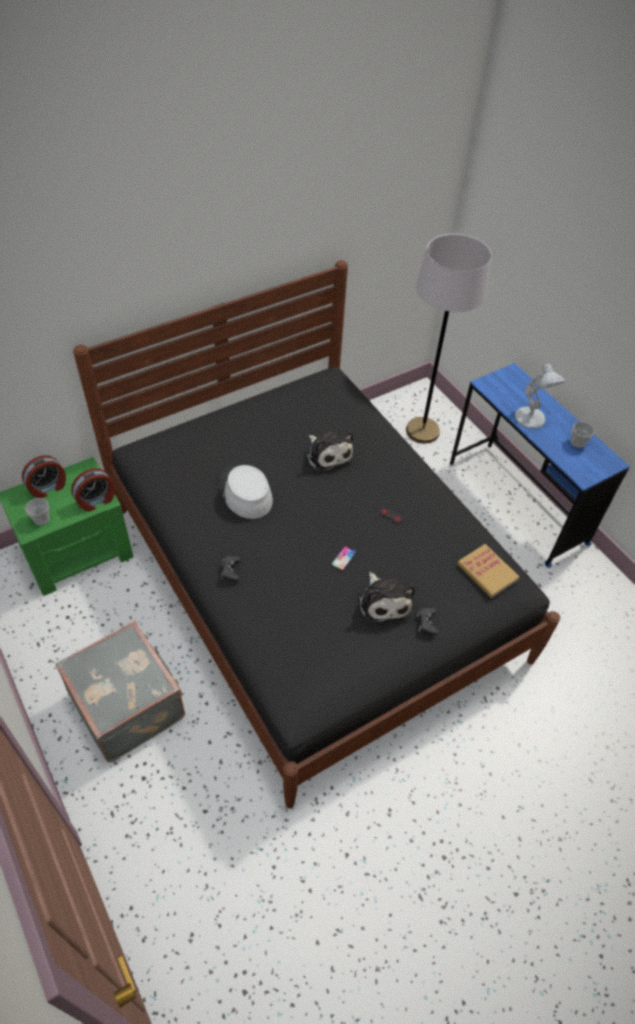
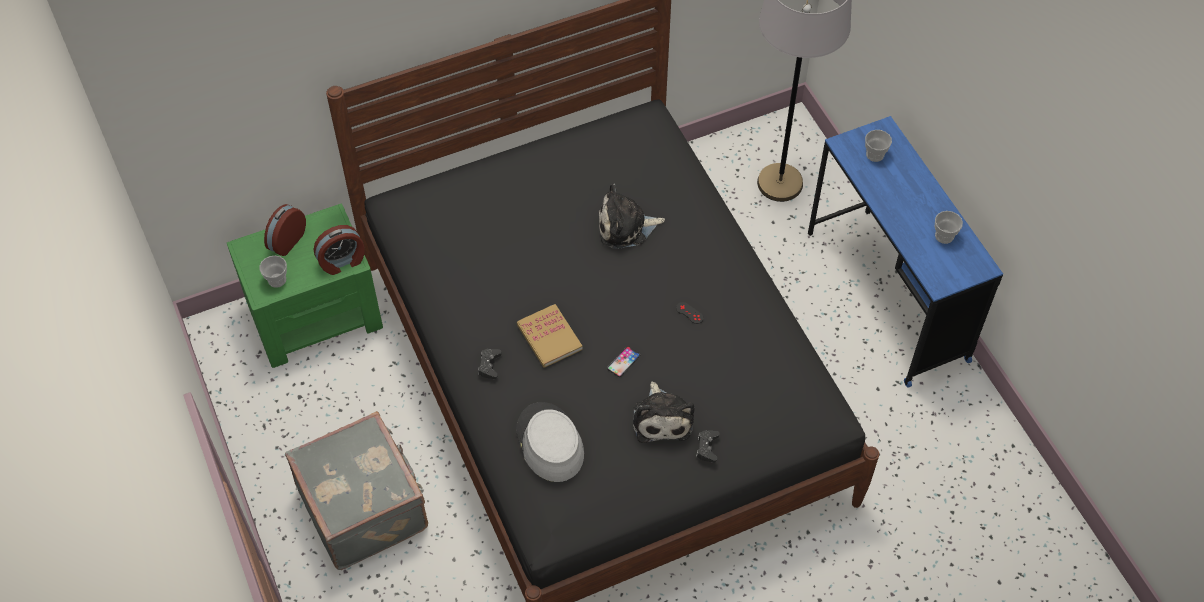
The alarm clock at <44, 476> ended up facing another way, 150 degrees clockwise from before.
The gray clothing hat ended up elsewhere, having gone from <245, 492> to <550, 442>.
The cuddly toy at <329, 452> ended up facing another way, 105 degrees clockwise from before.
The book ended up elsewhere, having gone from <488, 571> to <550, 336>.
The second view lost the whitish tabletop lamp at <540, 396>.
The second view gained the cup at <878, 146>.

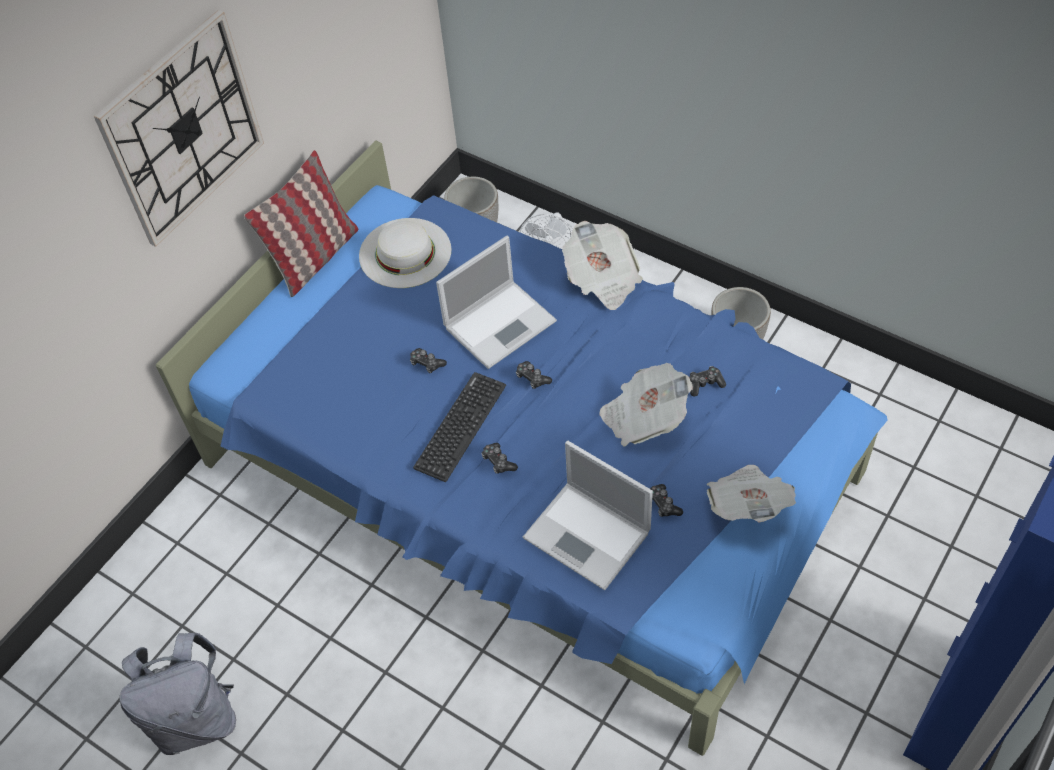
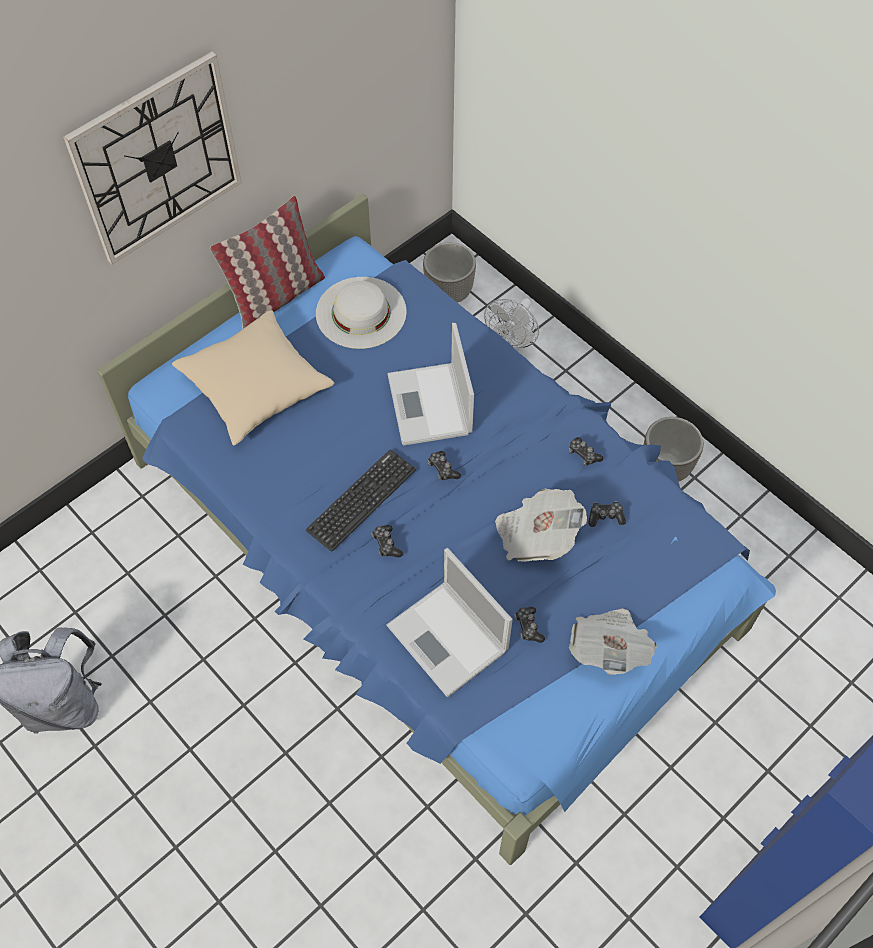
The game controller ended up elsewhere, having gone from <428, 360> to <586, 451>.
The notebook computer at <496, 302> ended up facing another way, 105 degrees clockwise from before.
The second view lost the newspaper at <602, 265>.
The second view gained the sand-coloured cushion at <253, 377>.

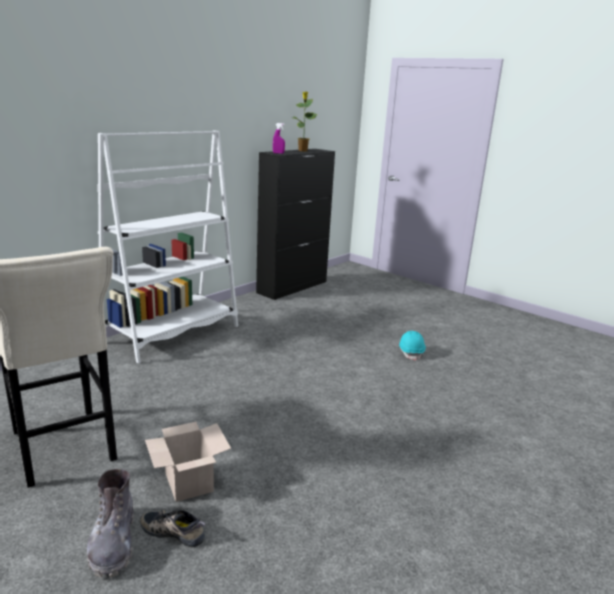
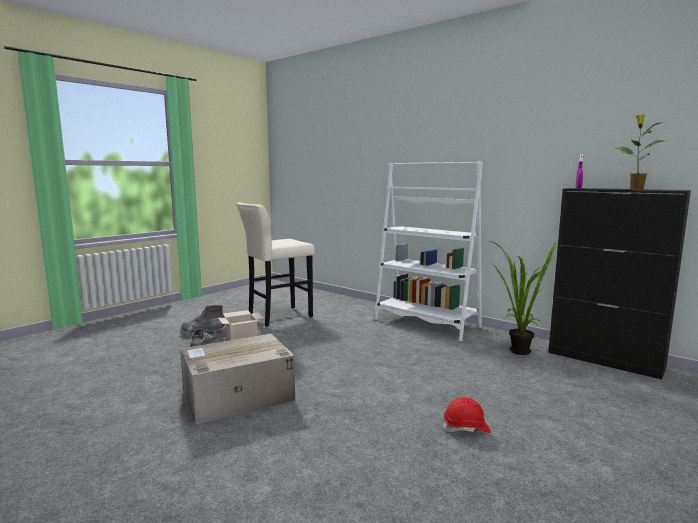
What was the blue-green safety helmet at <412, 346> turned into the reddish safety helmet at <467, 415>.
The second view gained the cardboard box at <237, 379>.
The second view gained the plant in a pot at <523, 298>.

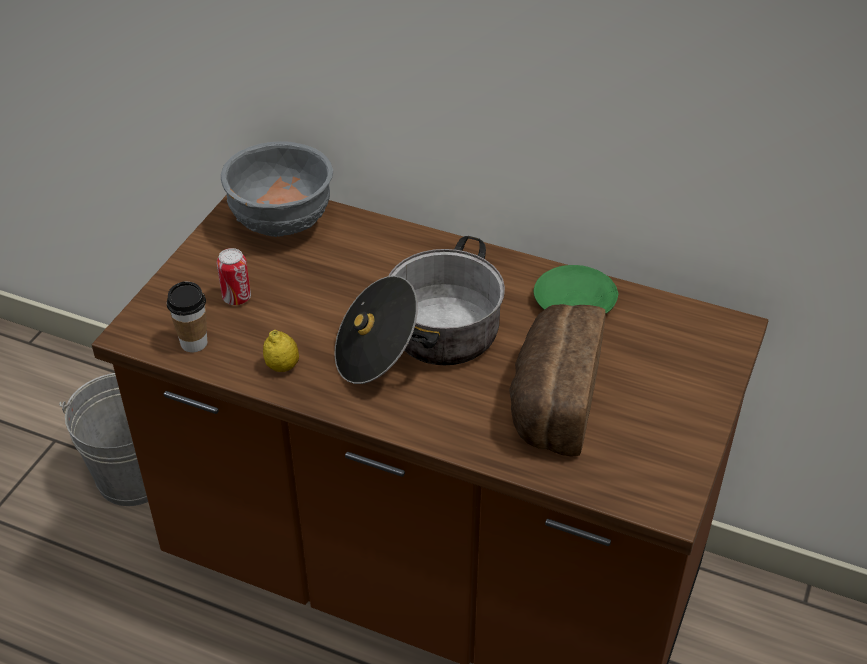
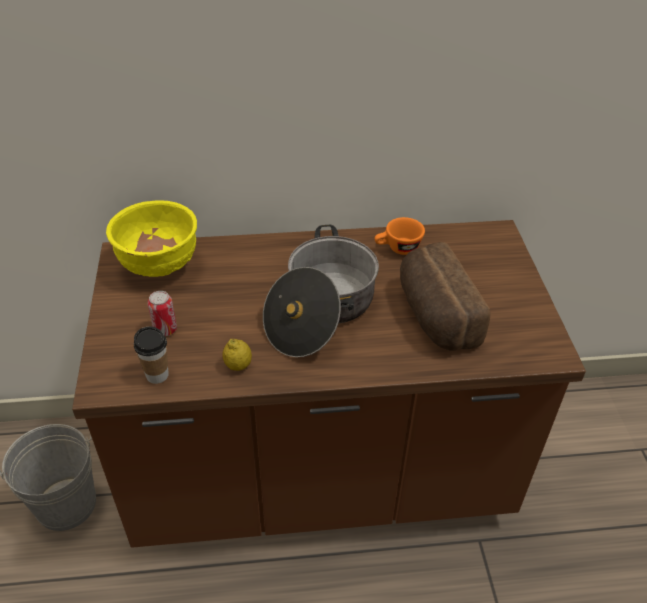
What was the gray deep dish at <277, 189> turned into the yellowish deep dish at <151, 238>.
Where the green-coloured flat dish stood at <576, 289>, the orange-coloured cup came to stand at <400, 236>.

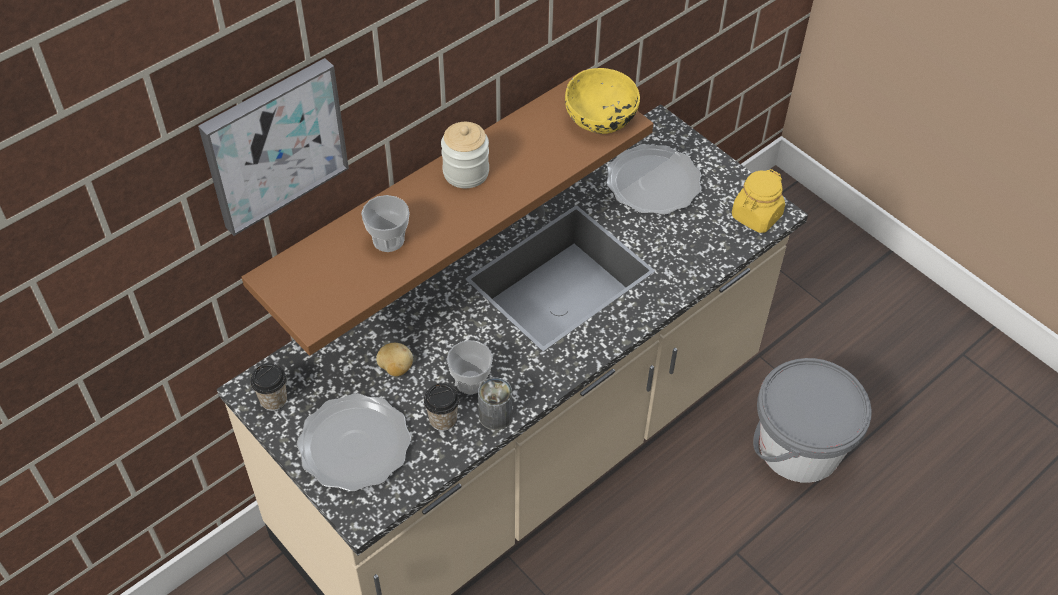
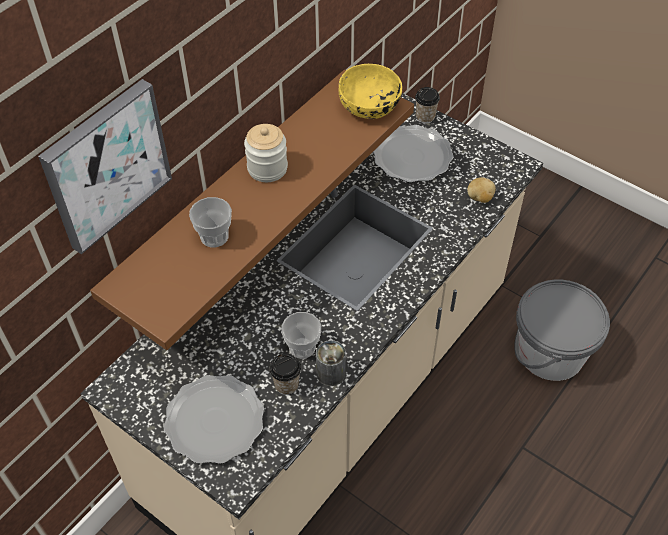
The cup ended up elsewhere, having gone from <268, 387> to <427, 105>.
The spud ended up elsewhere, having gone from <394, 359> to <481, 190>.
The second view lost the yellowish jar at <758, 201>.

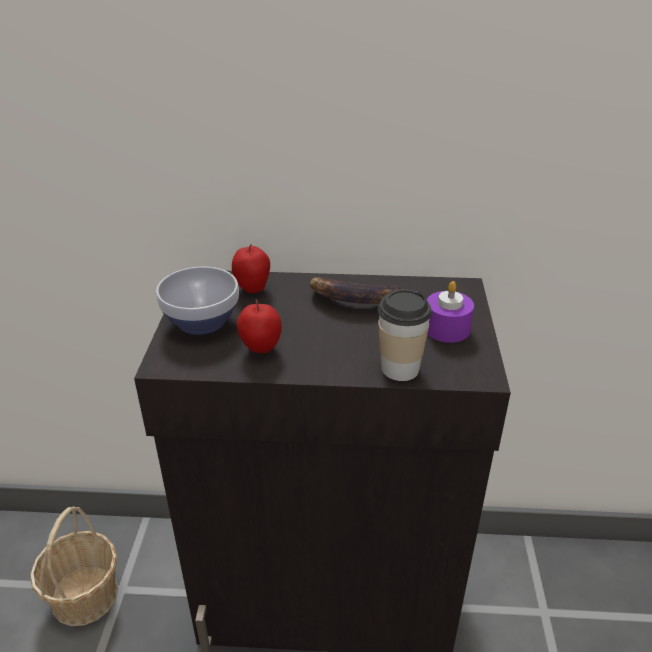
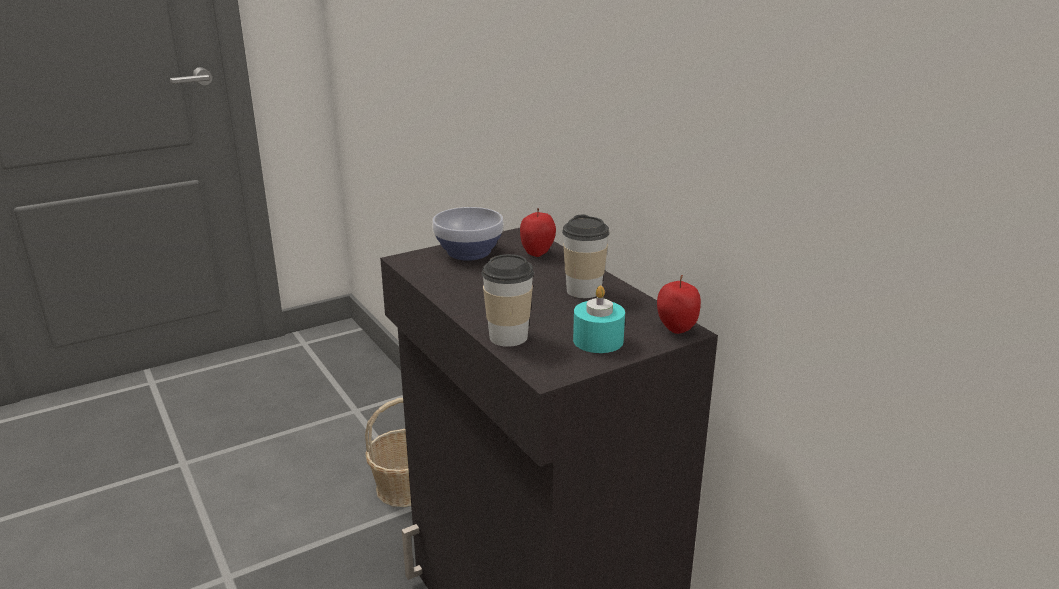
The apple ended up elsewhere, having gone from <259, 326> to <679, 304>.
Where the whole banana stood at <356, 290>, the cup came to stand at <585, 256>.
What was the purplish candle at <450, 312> turned into the blue-green candle at <599, 319>.

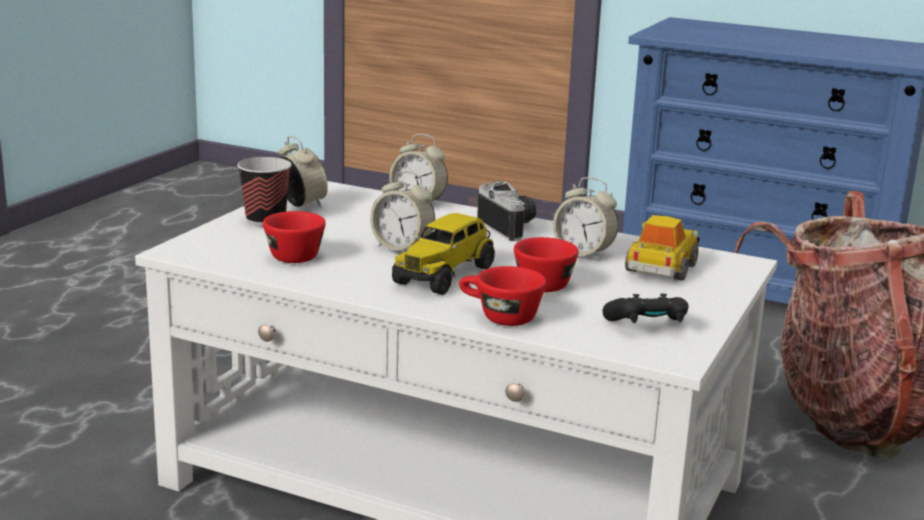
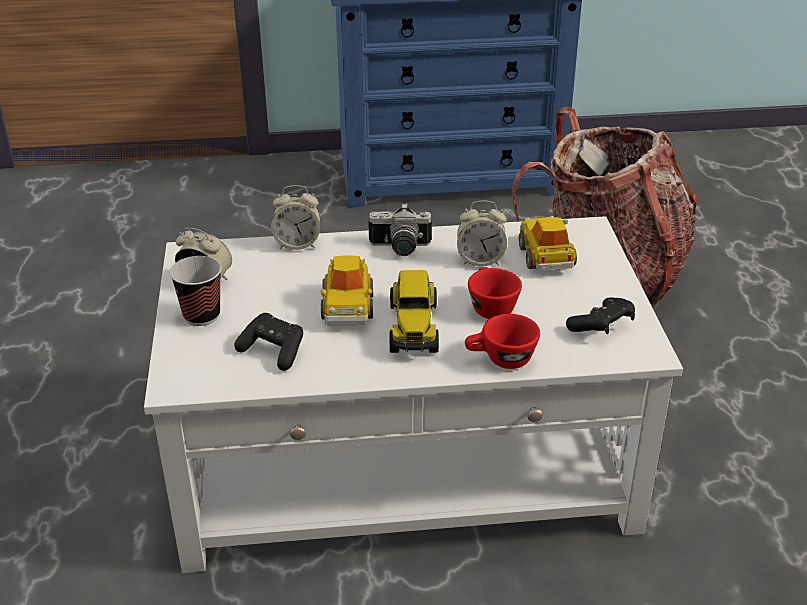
Where the reddish cup stood at <294, 237>, the black-coloured game controller came to stand at <268, 342>.
Where the alarm clock stood at <402, 210>, the miniature car came to stand at <346, 290>.
The photo camera at <506, 210> ended up facing another way, 150 degrees clockwise from before.

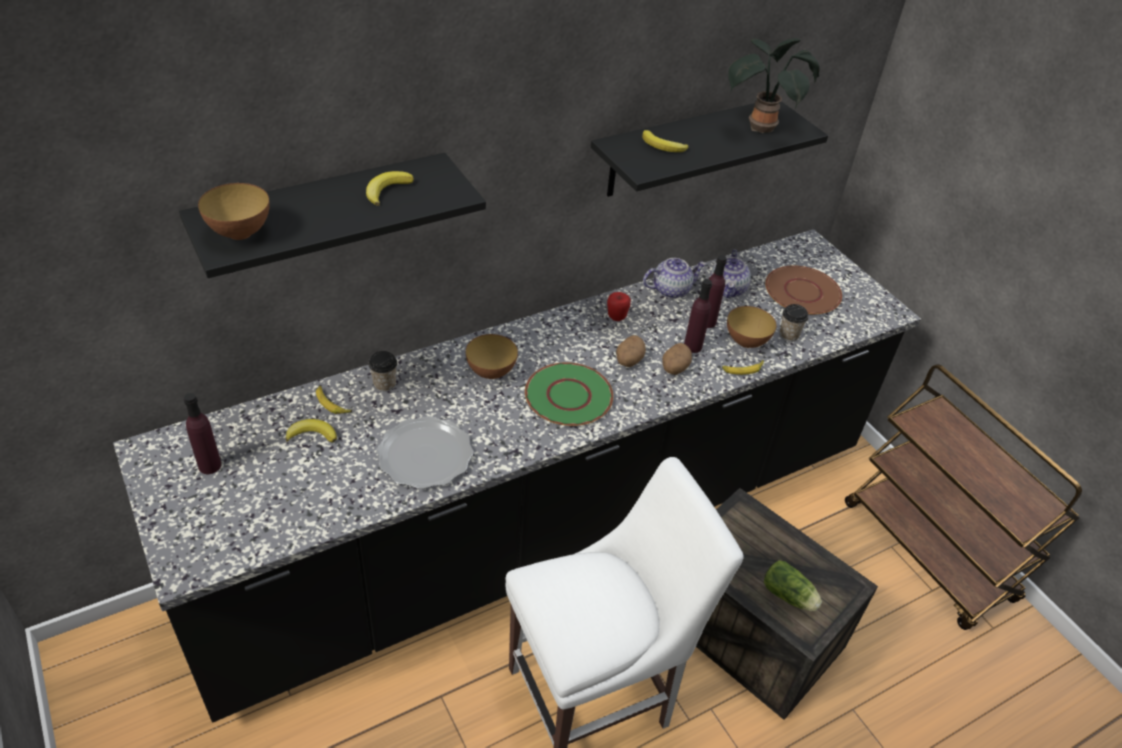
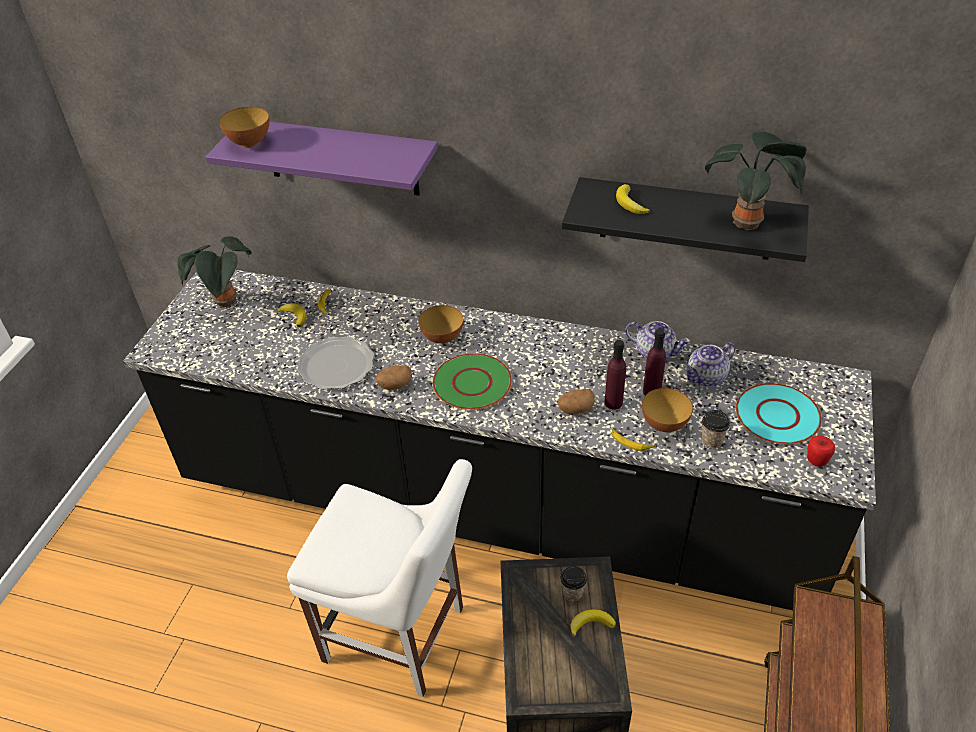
What was the black-coloured shelf at <332, 215> turned into the purplish shelf at <321, 159>.
Where the purplish drink bottle stood at <202, 433>, the plant in a pot came to stand at <215, 271>.
The whole banana ended up elsewhere, having gone from <390, 188> to <593, 623>.
The cup ended up elsewhere, having gone from <383, 371> to <574, 584>.
The apple ended up elsewhere, having gone from <619, 306> to <821, 450>.
The spud ended up elsewhere, having gone from <631, 351> to <393, 377>.
The second view lost the head of lettuce at <793, 586>.
What was the brown-coloured flat dish at <803, 290> turned into the blue-green flat dish at <779, 413>.

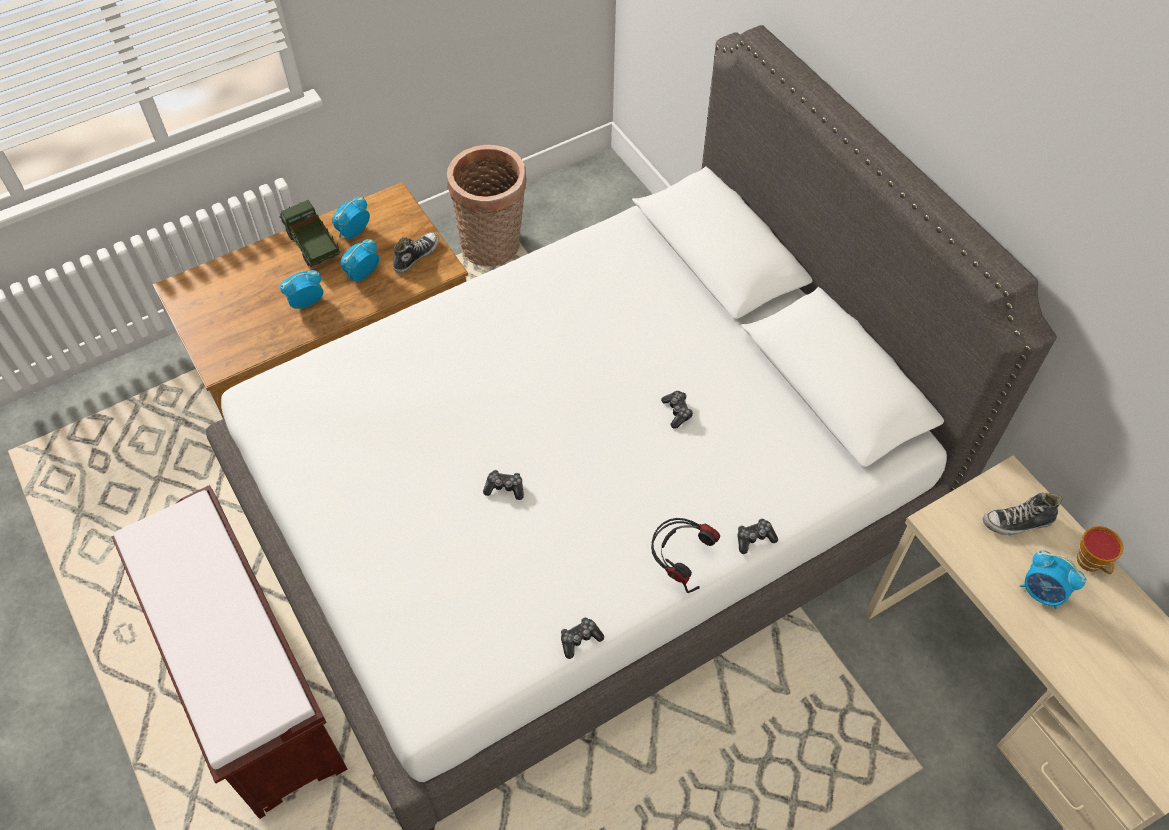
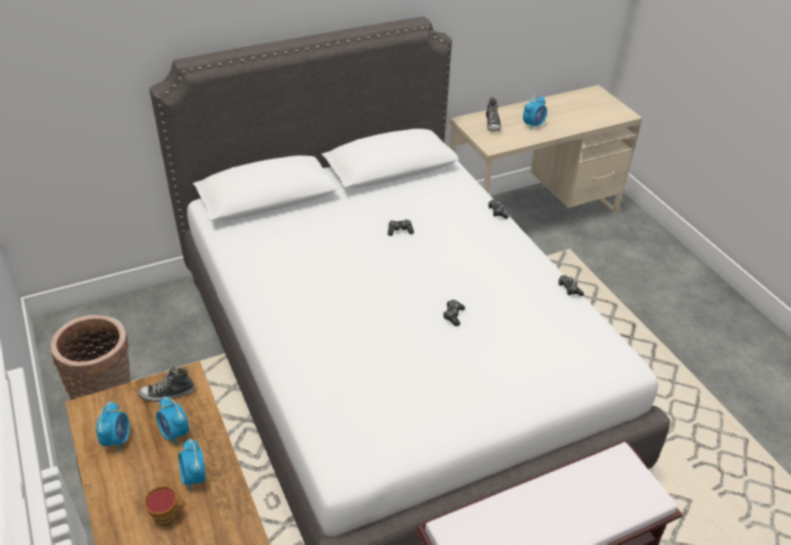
The second view lost the toy truck at <310, 233>.
The alarm clock at <351, 218> ended up facing another way, 135 degrees counterclockwise from before.
The item of footwear at <416, 252> ended up facing another way, 60 degrees counterclockwise from before.
The second view lost the pair of headphones at <685, 555>.
The cup ended up elsewhere, having gone from <1100, 550> to <164, 506>.

